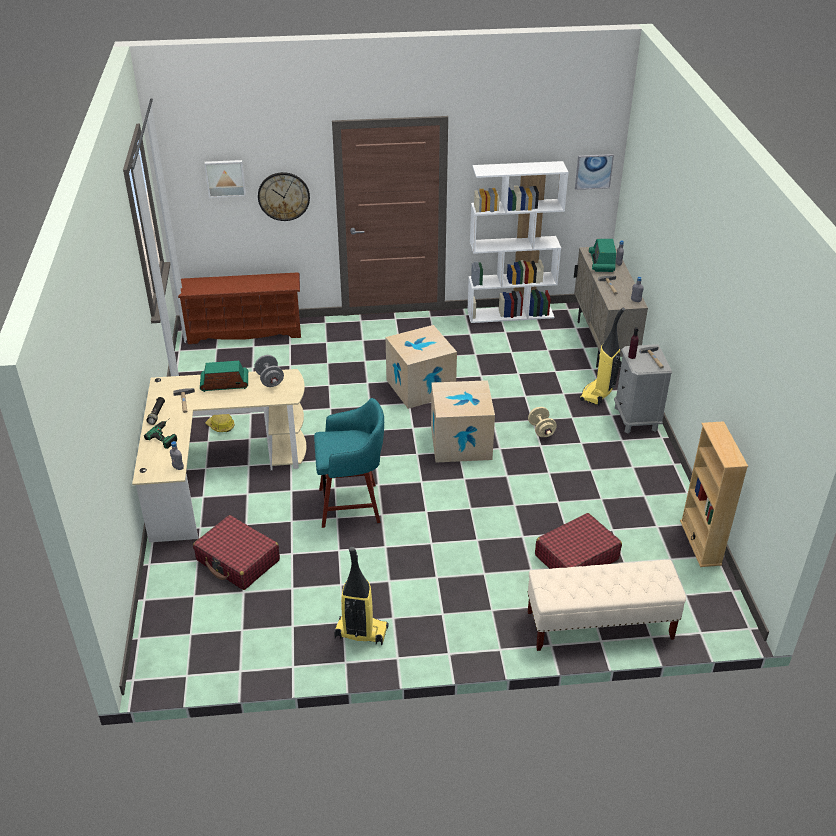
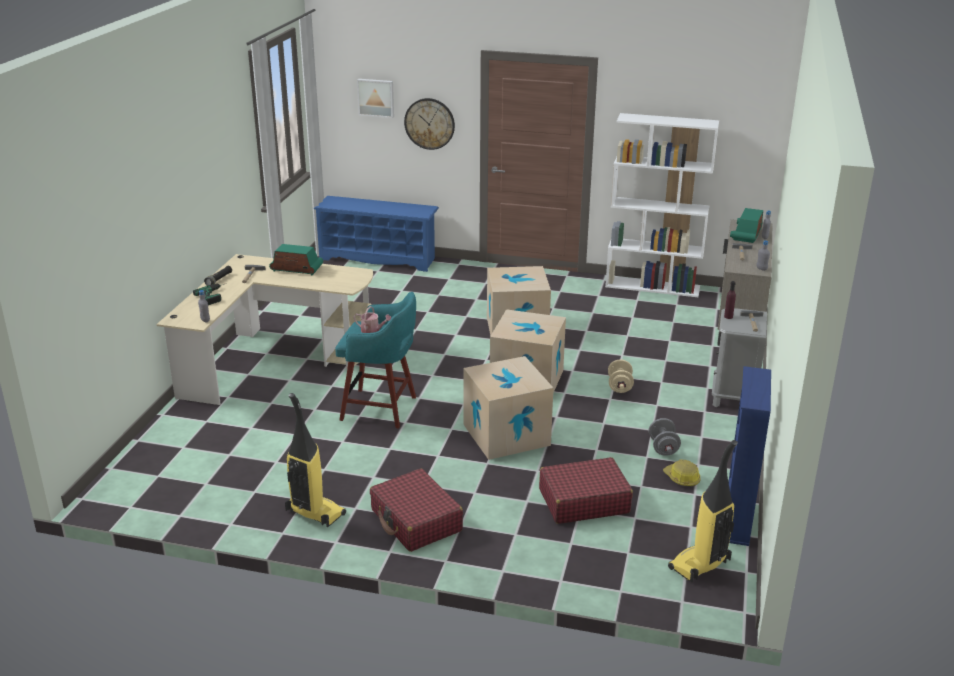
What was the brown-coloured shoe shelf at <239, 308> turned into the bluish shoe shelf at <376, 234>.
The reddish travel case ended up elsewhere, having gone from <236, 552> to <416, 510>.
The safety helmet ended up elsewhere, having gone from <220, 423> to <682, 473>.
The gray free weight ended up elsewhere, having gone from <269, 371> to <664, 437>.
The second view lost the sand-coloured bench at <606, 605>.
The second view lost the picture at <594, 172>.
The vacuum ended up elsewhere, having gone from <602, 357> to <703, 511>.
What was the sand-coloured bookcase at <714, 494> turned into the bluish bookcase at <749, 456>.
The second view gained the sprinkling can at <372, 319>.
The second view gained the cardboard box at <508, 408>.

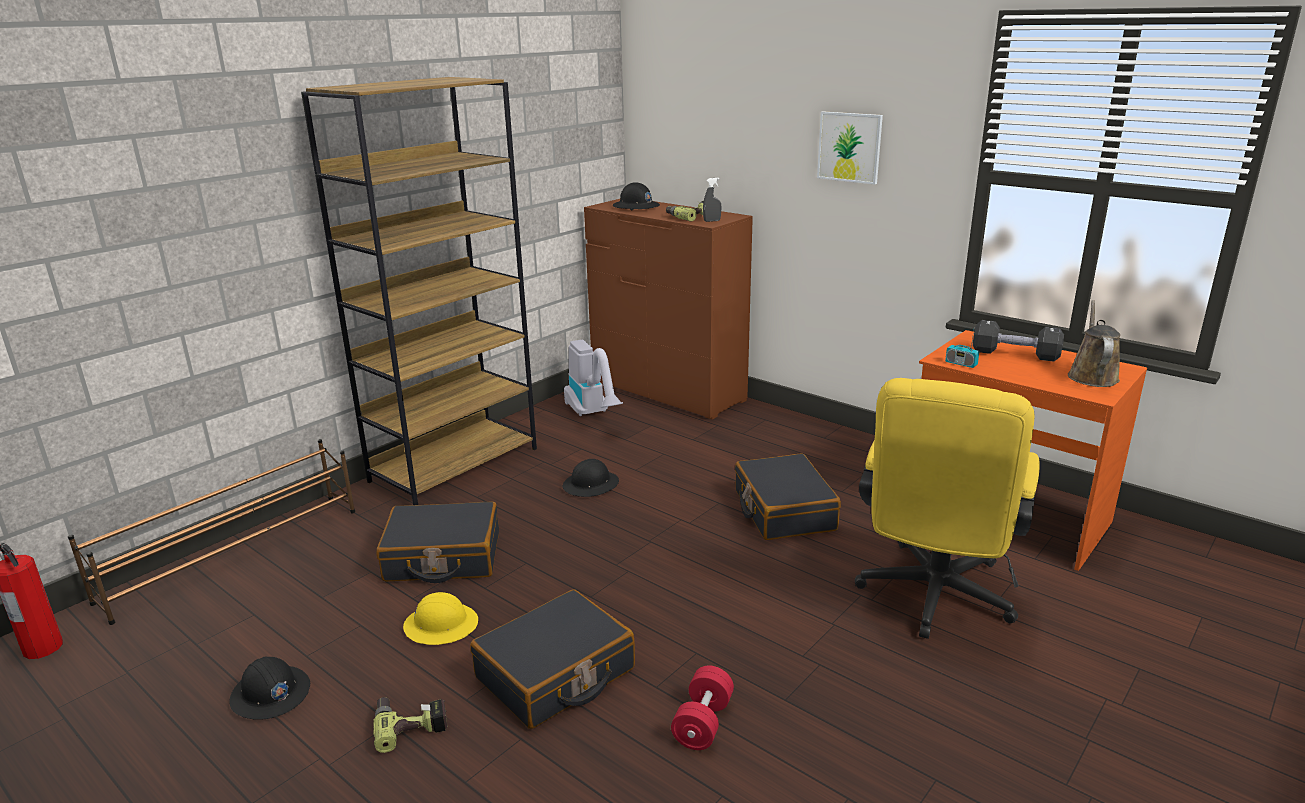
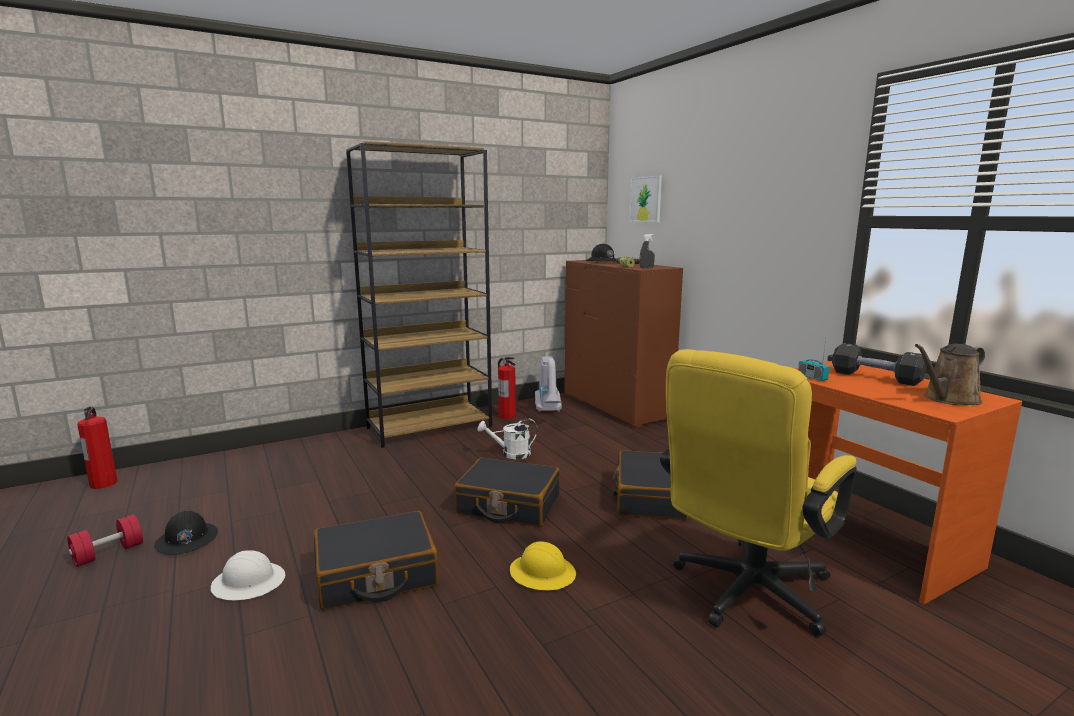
The second view lost the brown-coloured shoe shelf at <211, 532>.
Where the power drill stood at <410, 725>, the whitish safety helmet came to stand at <248, 575>.
The black-coloured travel case ended up elsewhere, having gone from <437, 542> to <507, 492>.
The yellowish safety helmet ended up elsewhere, having gone from <440, 618> to <543, 566>.
Where the black-coloured safety helmet stood at <591, 478>, the whitish sprinkling can came to stand at <508, 439>.
The reddish free weight ended up elsewhere, having gone from <702, 707> to <105, 541>.
The picture ended up elsewhere, having gone from <850, 148> to <645, 198>.
The brown-coloured sprinkling can at <1094, 343> ended up facing another way, 150 degrees counterclockwise from before.
The second view gained the fire-fighting cylinder at <507, 388>.

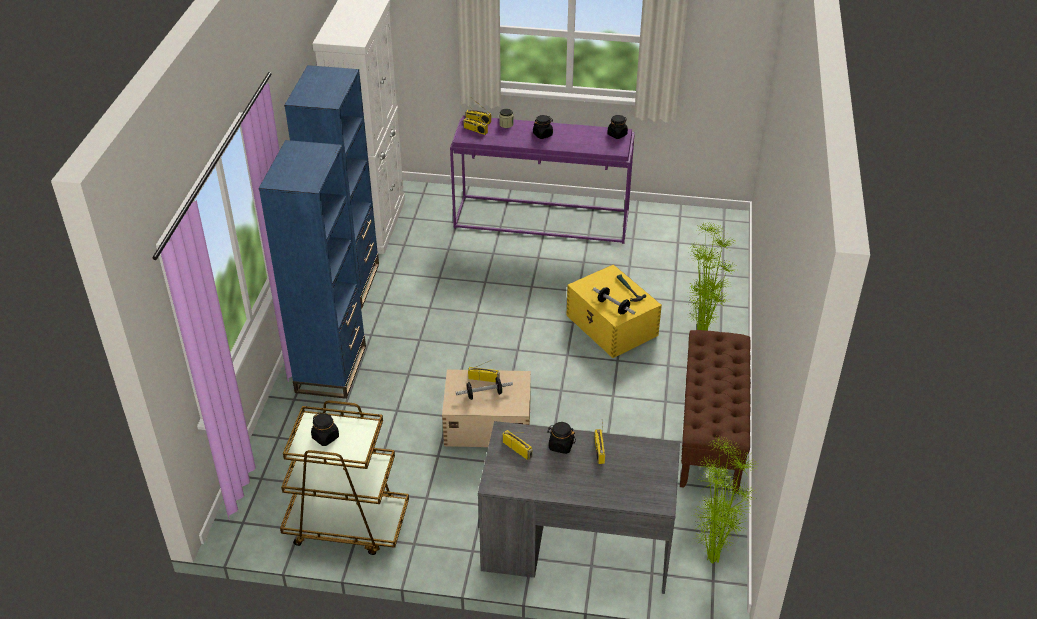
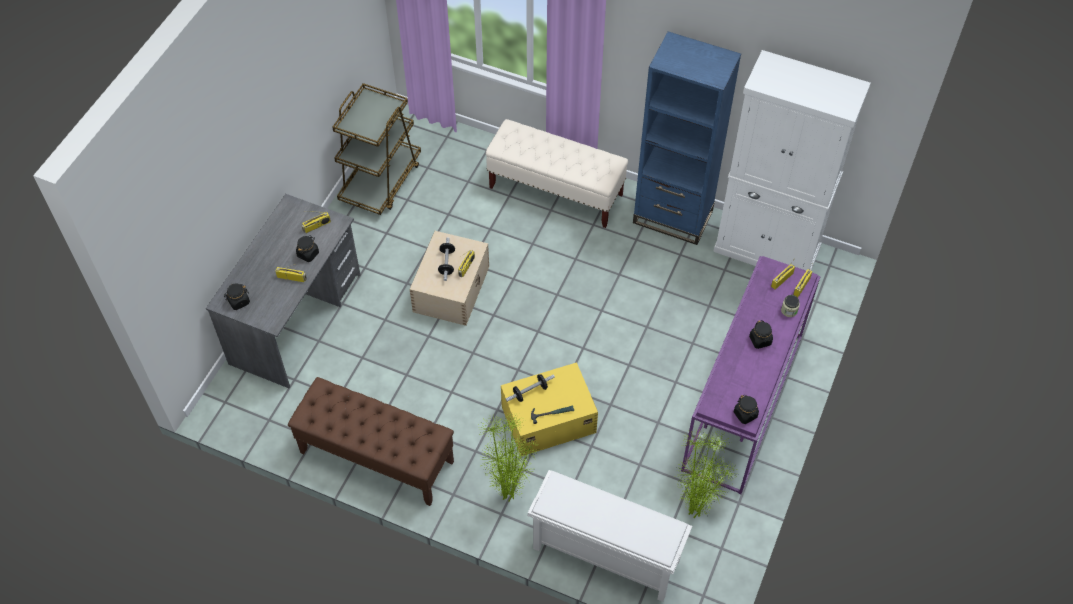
Where the bluish bookcase stood at <312, 269>, the sand-coloured bench came to stand at <557, 173>.
The black-coloured jar ended up elsewhere, having gone from <325, 429> to <237, 296>.
The plant in a pot ended up elsewhere, having gone from <725, 499> to <706, 473>.
The second view gained the whitish shoe shelf at <609, 536>.

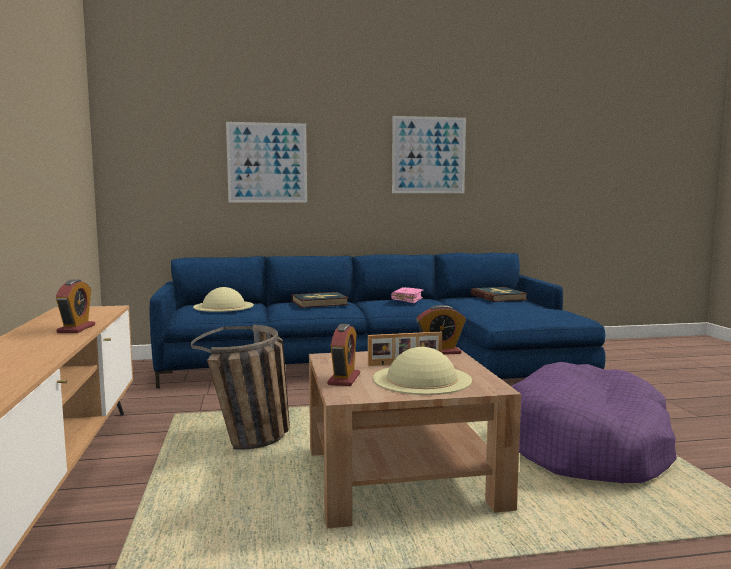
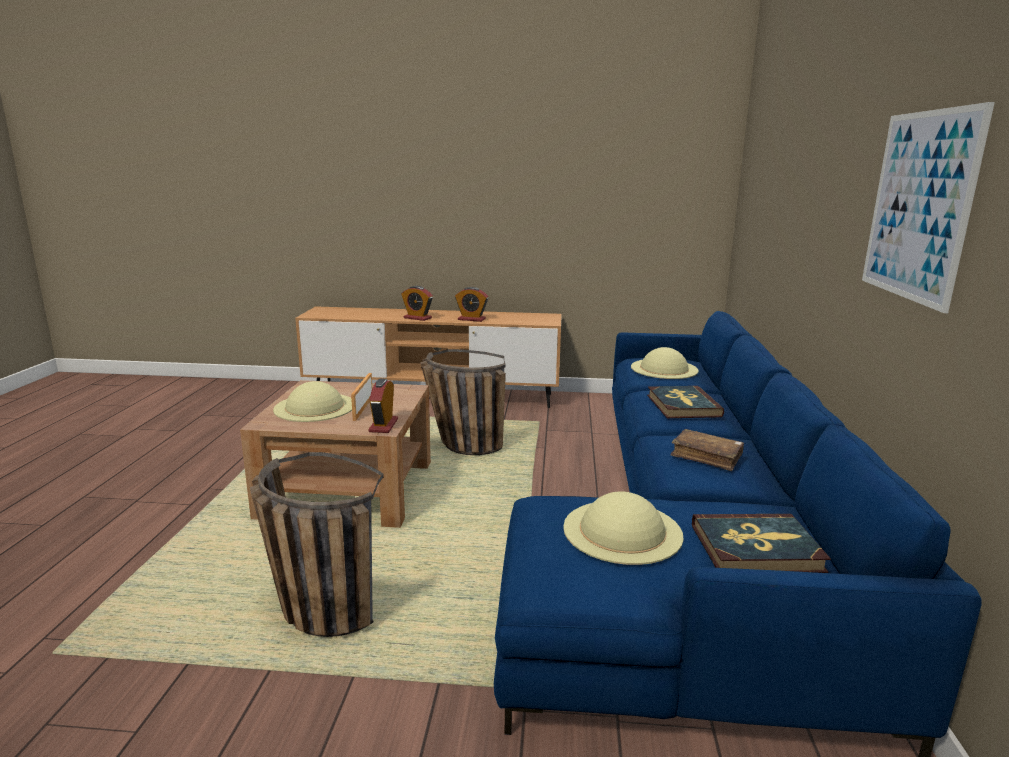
The second view lost the picture at <266, 162>.
The alarm clock ended up elsewhere, having gone from <343, 355> to <417, 303>.
What was the pink-coloured book at <407, 295> turned into the brown-coloured book at <707, 450>.
Where the purplish dog cushion stood at <594, 422>, the storage basket came to stand at <317, 544>.
The second view gained the sand-coloured clothing hat at <623, 528>.

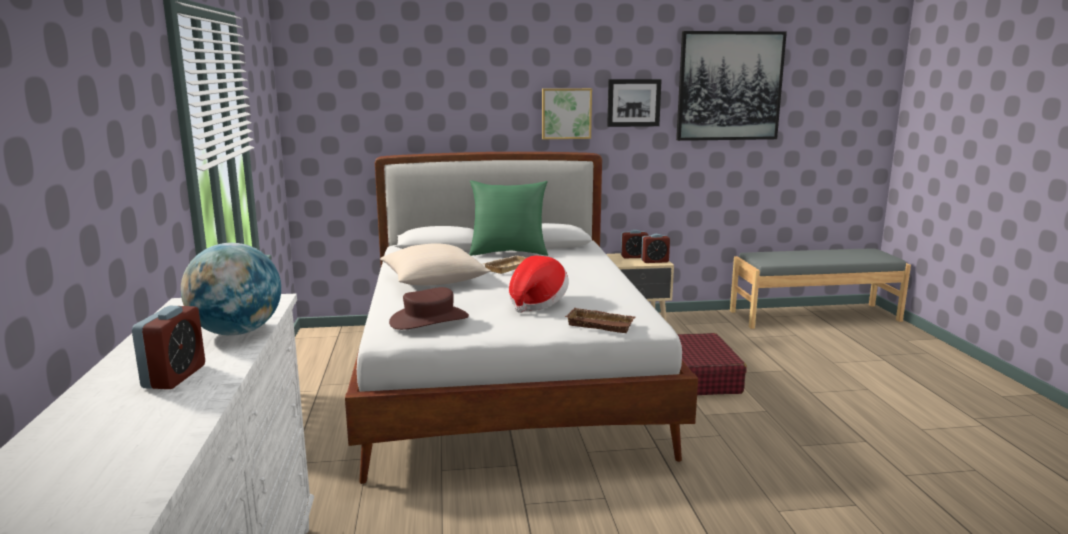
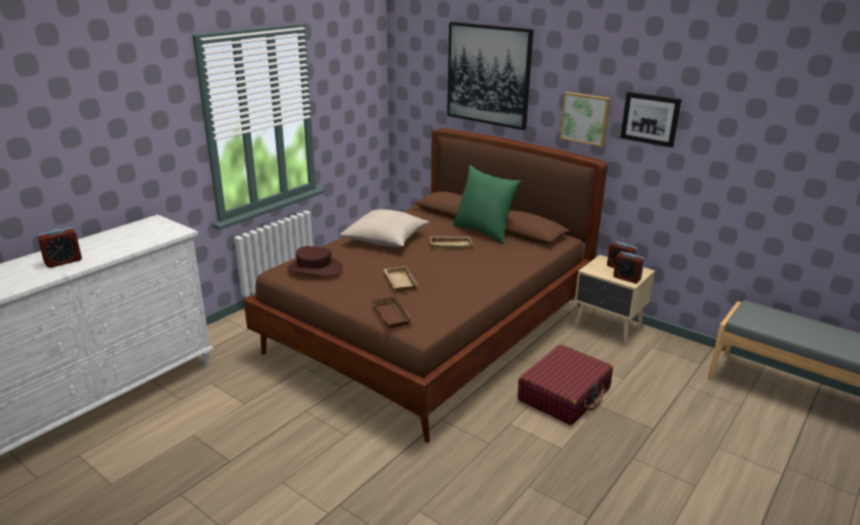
The second view lost the world globe at <231, 289>.
What was the whitish sleeping bed at <521, 318> turned into the brown-coloured sleeping bed at <425, 285>.
Where the clothing hat stood at <539, 284>, the sand-coloured carrying tray came to stand at <401, 279>.
The picture ended up elsewhere, having gone from <731, 86> to <490, 76>.

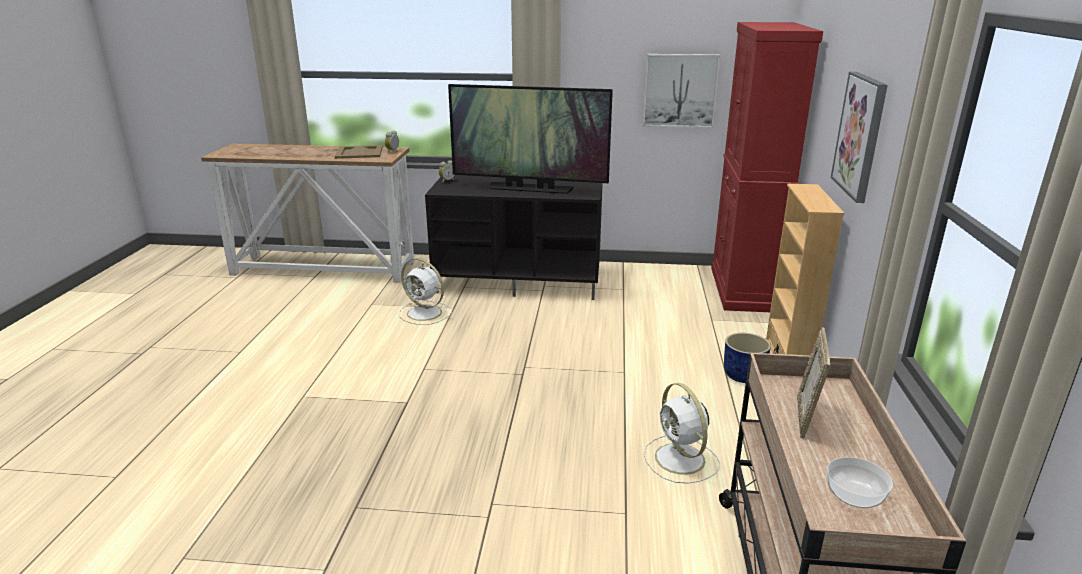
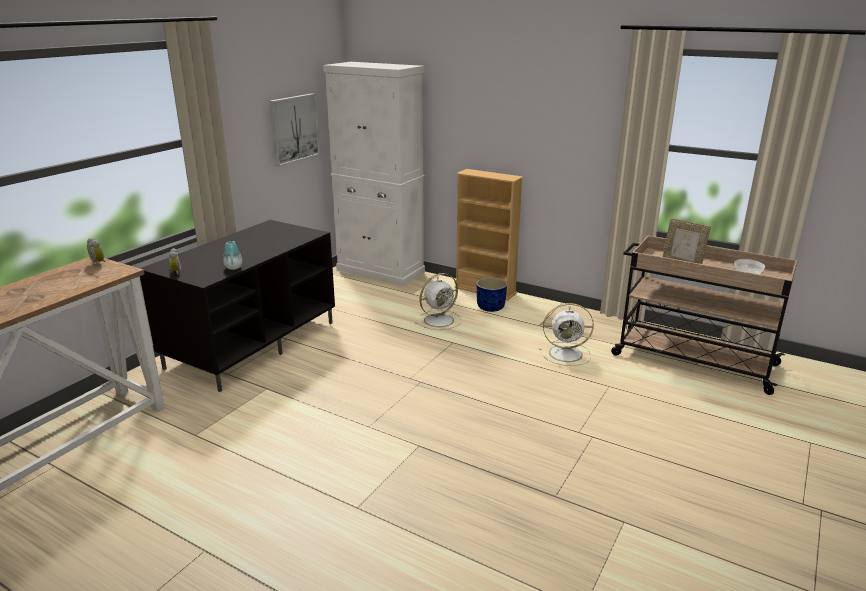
The second view lost the sand-coloured carrying tray at <359, 152>.
The whitish cooling fan ended up elsewhere, having gone from <425, 291> to <438, 301>.
The second view lost the television at <530, 139>.
What was the reddish cabinet at <767, 167> turned into the whitish cabinet at <374, 174>.
The second view lost the picture at <859, 137>.
The second view gained the flower vase at <232, 255>.

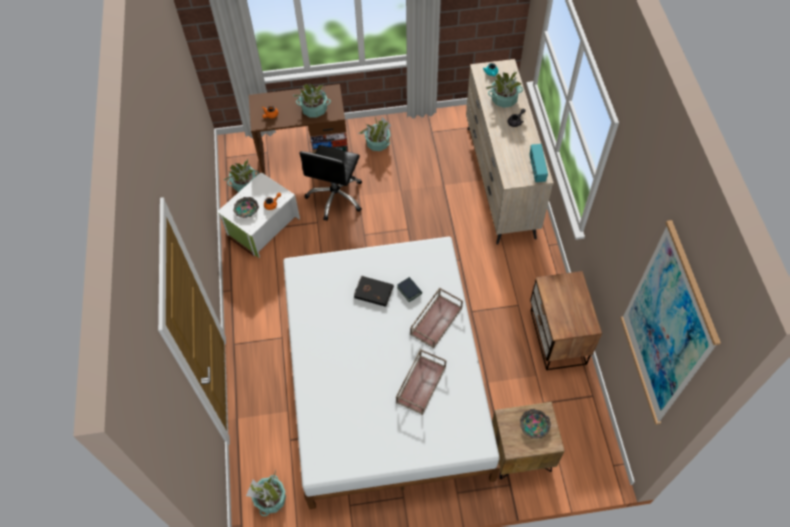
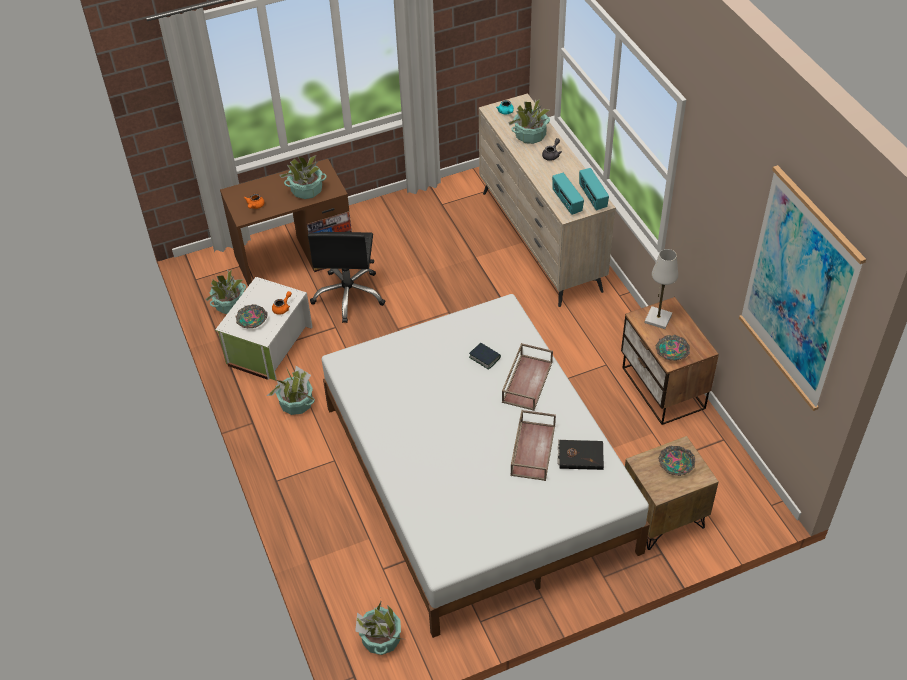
The black-coloured book ended up elsewhere, having gone from <374, 291> to <581, 455>.
The plant in a pot ended up elsewhere, having gone from <374, 133> to <291, 390>.
The second view gained the radio receiver at <568, 194>.
The second view gained the whitish tabletop lamp at <661, 289>.
The second view gained the deep dish at <673, 347>.

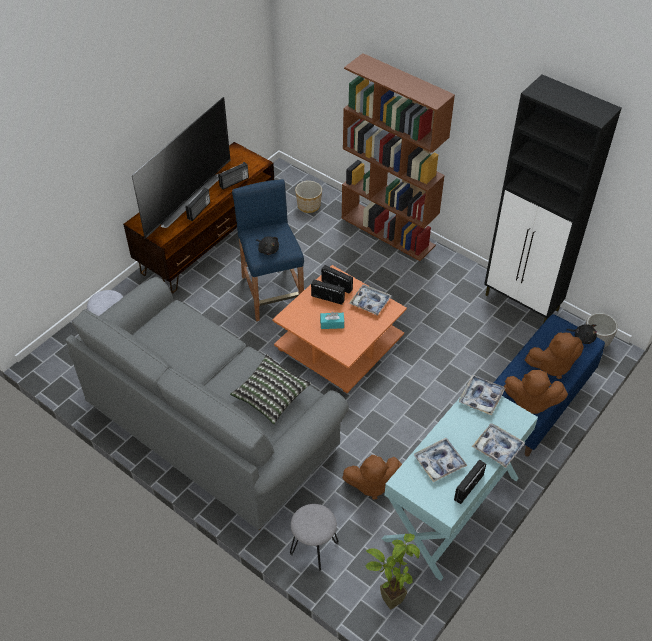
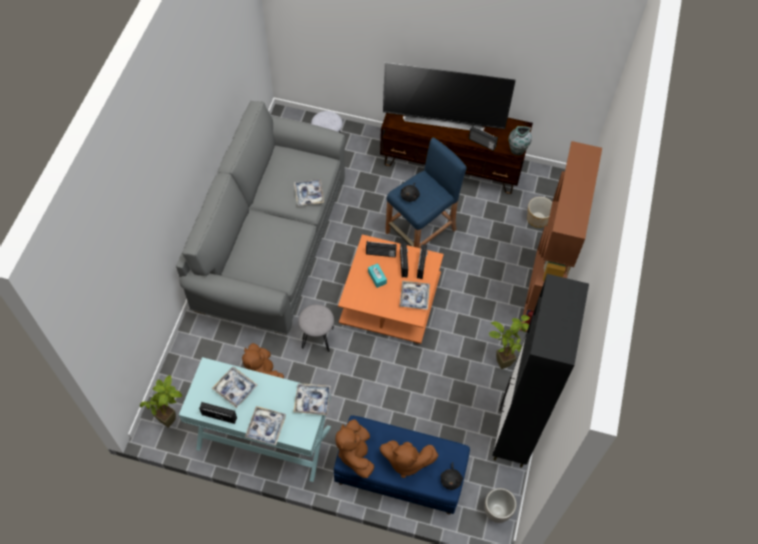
The radio receiver ended up elsewhere, having gone from <197, 204> to <381, 249>.
The second view lost the cushion at <270, 389>.
The gray stool seat ended up elsewhere, having gone from <314, 537> to <316, 329>.
The brown-coloured cuddly toy at <554, 355> ended up facing another way, 45 degrees counterclockwise from before.
The second view gained the carrying tray at <309, 192>.
The second view gained the plant in a pot at <509, 342>.
The second view gained the flower vase at <520, 140>.

